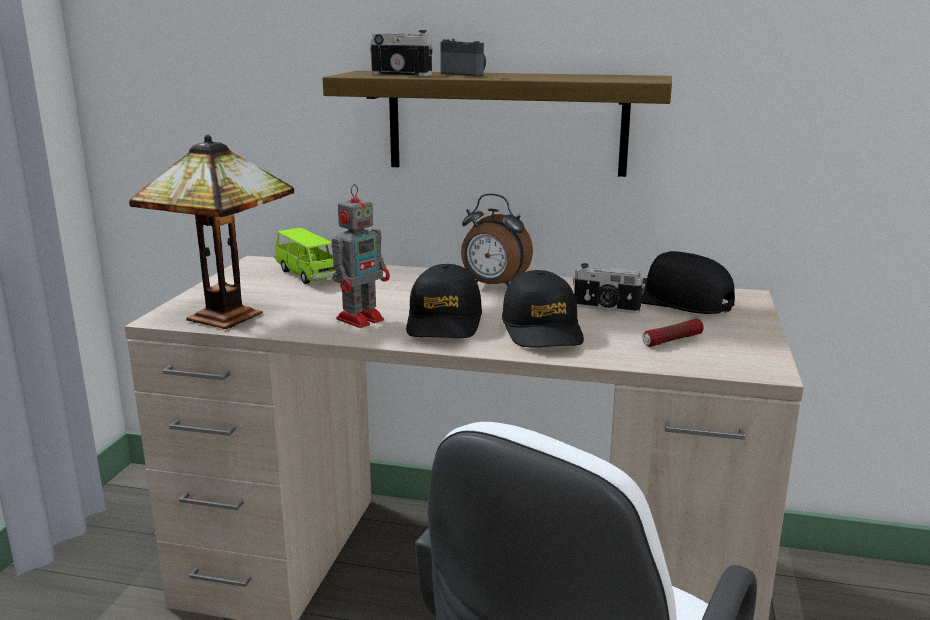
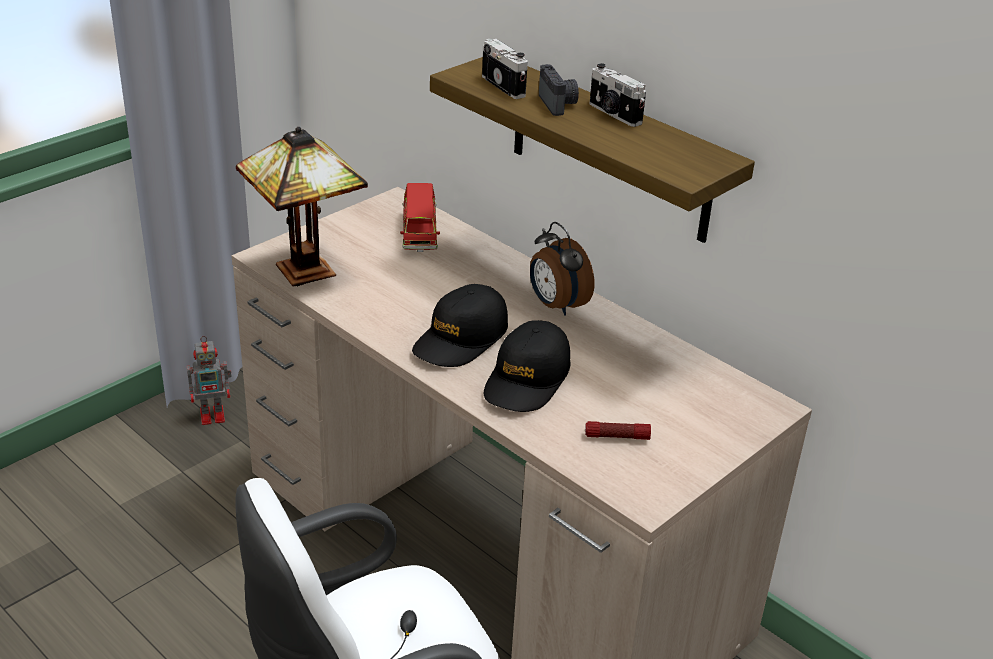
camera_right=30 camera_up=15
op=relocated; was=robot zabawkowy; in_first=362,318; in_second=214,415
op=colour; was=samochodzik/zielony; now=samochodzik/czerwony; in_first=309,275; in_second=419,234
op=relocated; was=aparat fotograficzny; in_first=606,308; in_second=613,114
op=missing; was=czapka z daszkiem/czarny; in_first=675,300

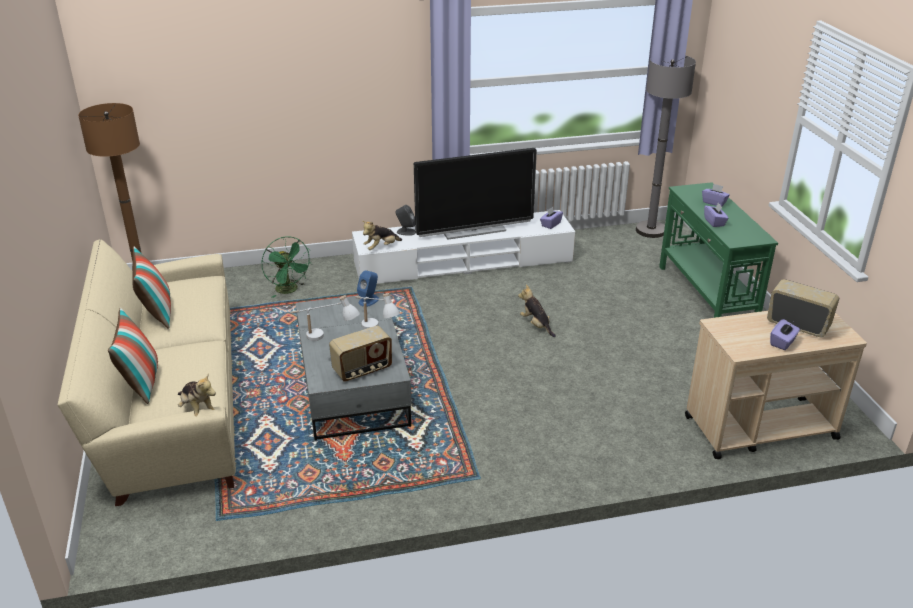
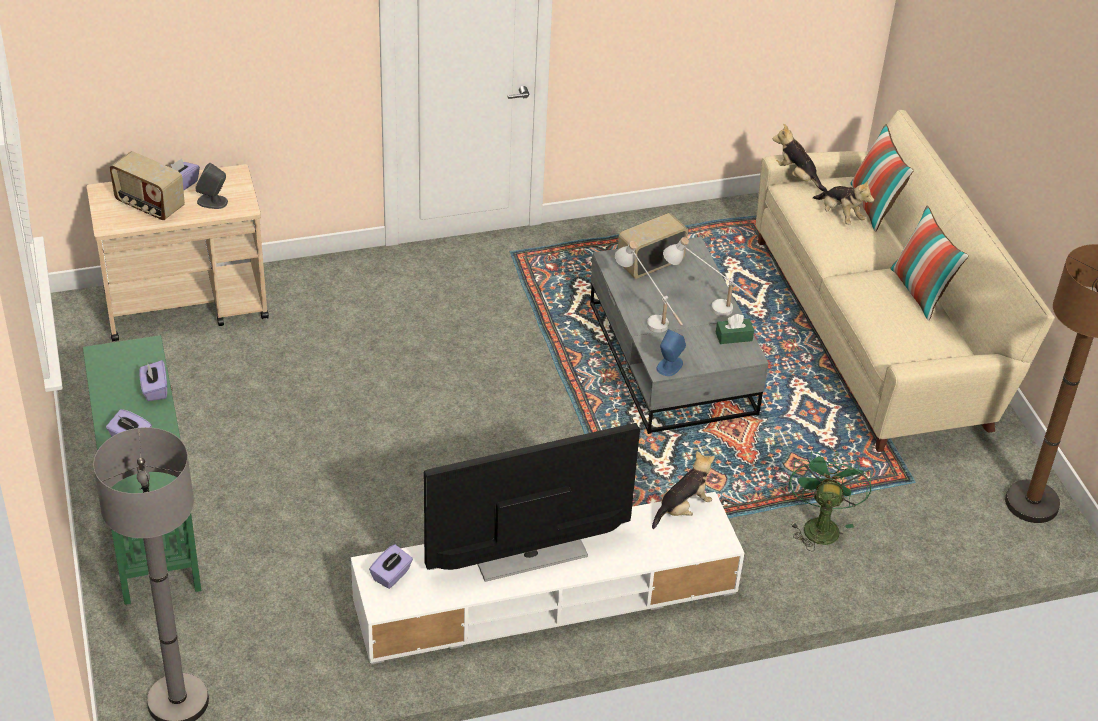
camera_right=175 camera_up=10
op=relocated; was=głośnik/szary; in_first=406,232; in_second=213,202
op=appeared; now=pudełko chusteczek/zielony; in_second=734,336
op=spun; was=wentylator/zielony; in_first=289,290; in_second=820,525; clockwise=45
op=relocated; was=pluszak; in_first=536,325; in_second=840,215

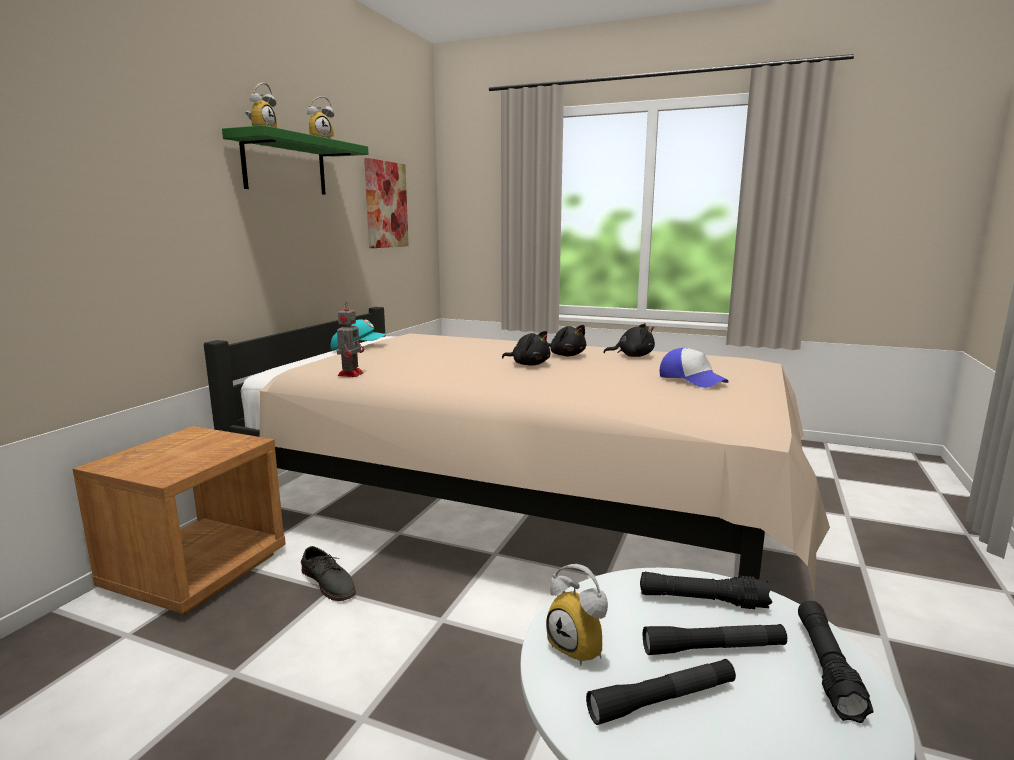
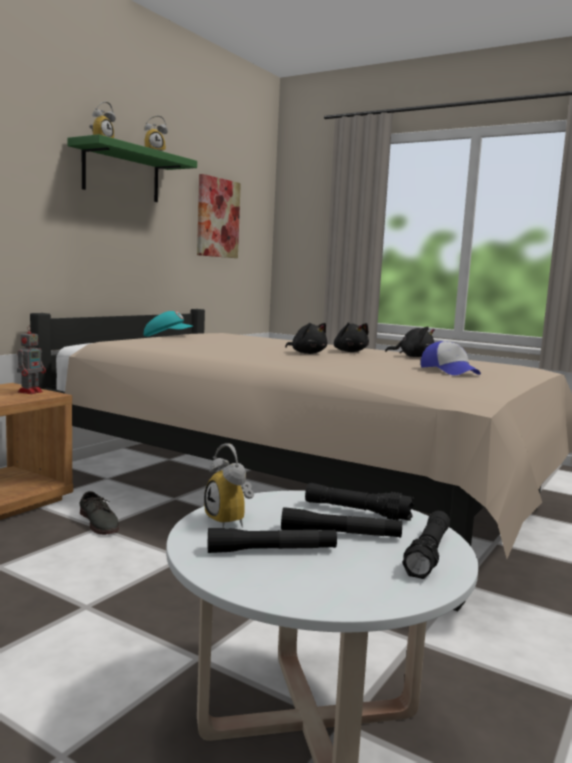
camera_right=10 camera_up=-5
op=relocated; was=robot zabawkowy; in_first=351,374; in_second=31,391

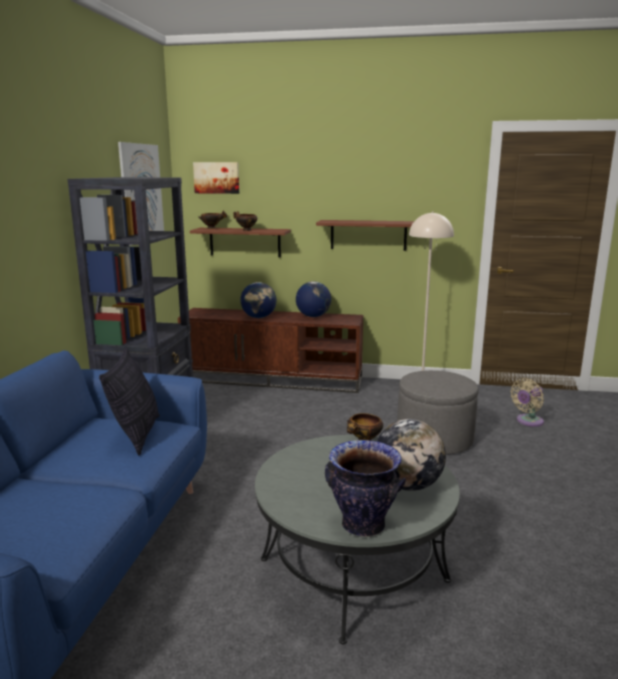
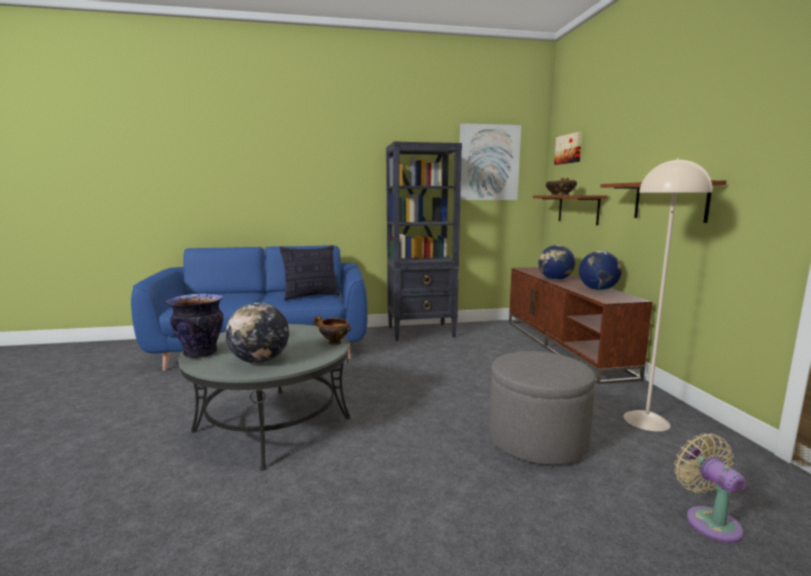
camera_right=70 camera_up=-5
op=spun; was=wentylator/beżowy; in_first=528,421; in_second=709,520; clockwise=45

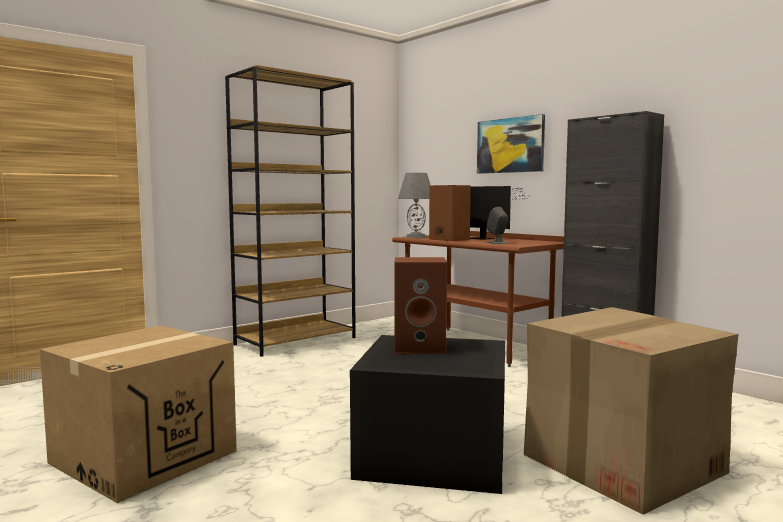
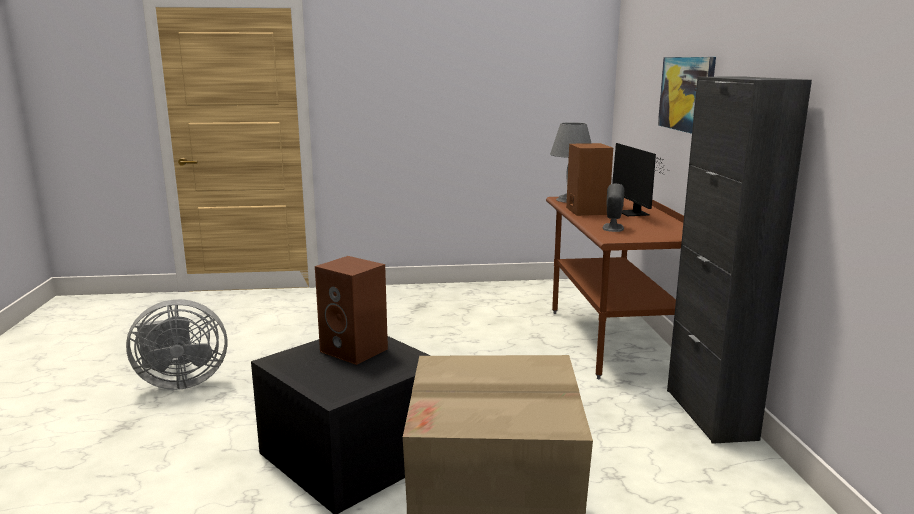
camera_right=35 camera_up=10
op=exchanged; was=karton; now=wentylator/szary; in_first=144,456; in_second=180,382
op=missing; was=regał/brązowy; in_first=296,341

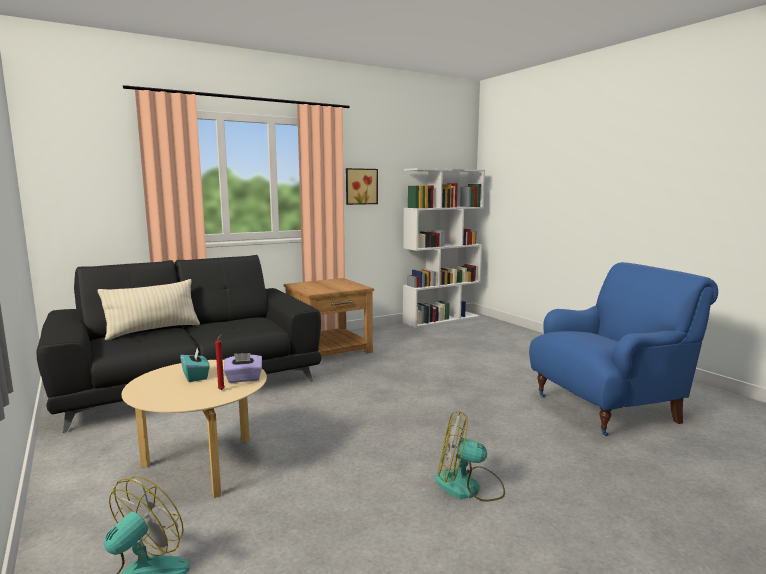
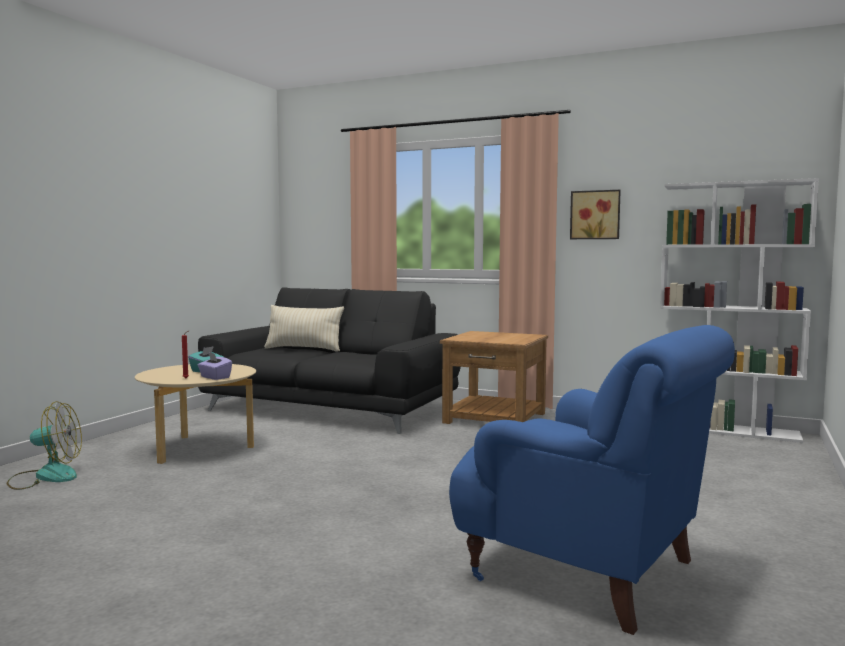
camera_right=55 camera_up=-5
op=missing; was=wentylator; in_first=468,487

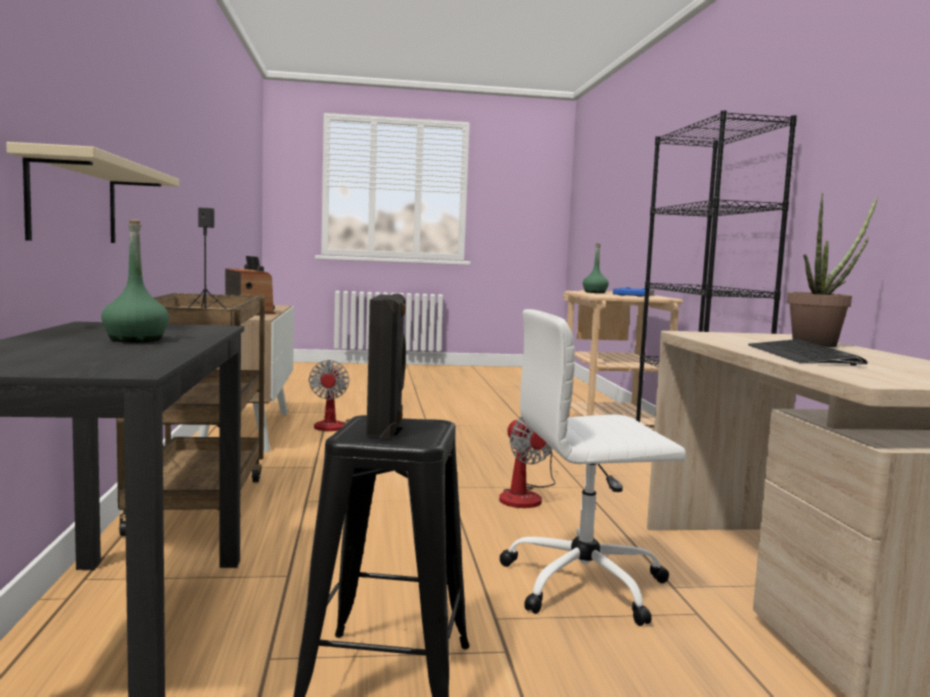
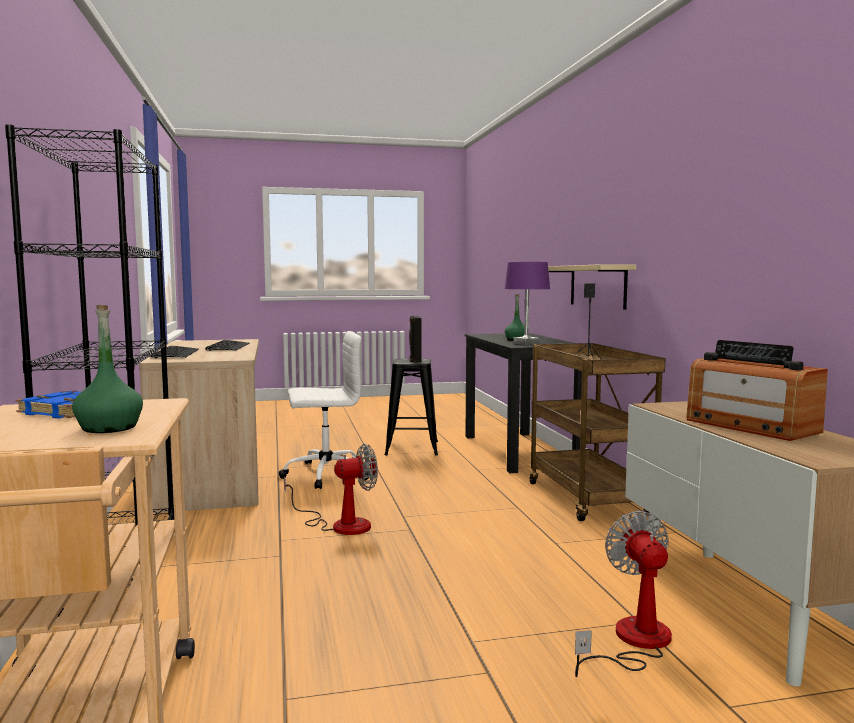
camera_right=175 camera_up=0
op=exchanged; was=roślina doniczkowa; now=klawiatura; in_first=821,344; in_second=175,354
op=spun; was=wentylator; in_first=525,496; in_second=340,525; clockwise=105
op=appeared; now=lampa stołowa/fioletowy; in_second=526,344

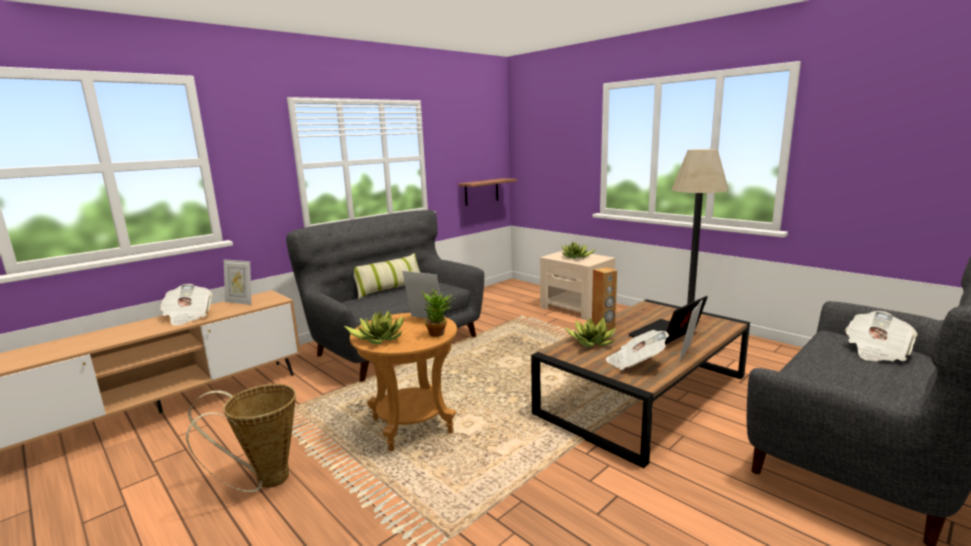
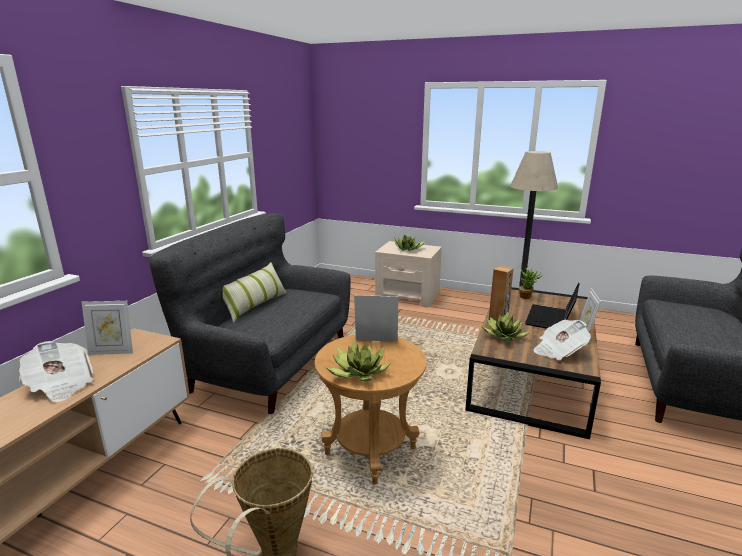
camera_right=-25 camera_up=5
op=relocated; was=roślina doniczkowa; in_first=439,334; in_second=527,296
op=missing; was=półka; in_first=481,192
op=missing; was=gazeta; in_first=876,351

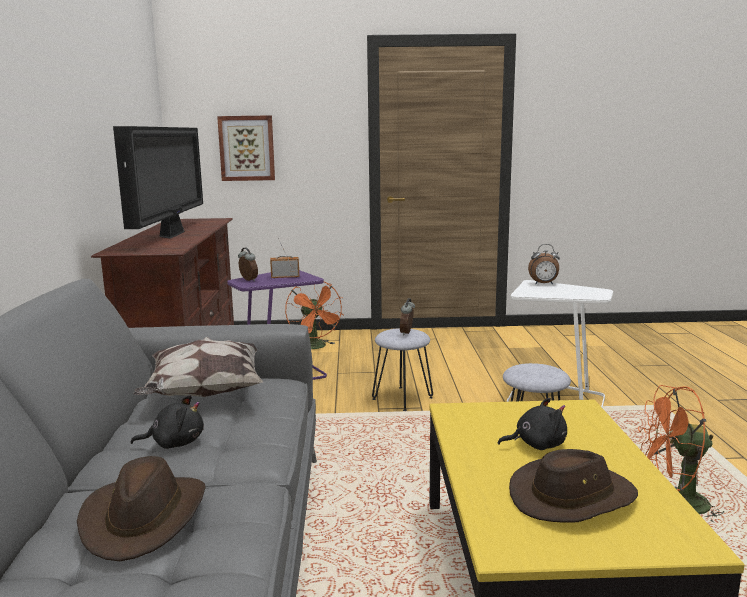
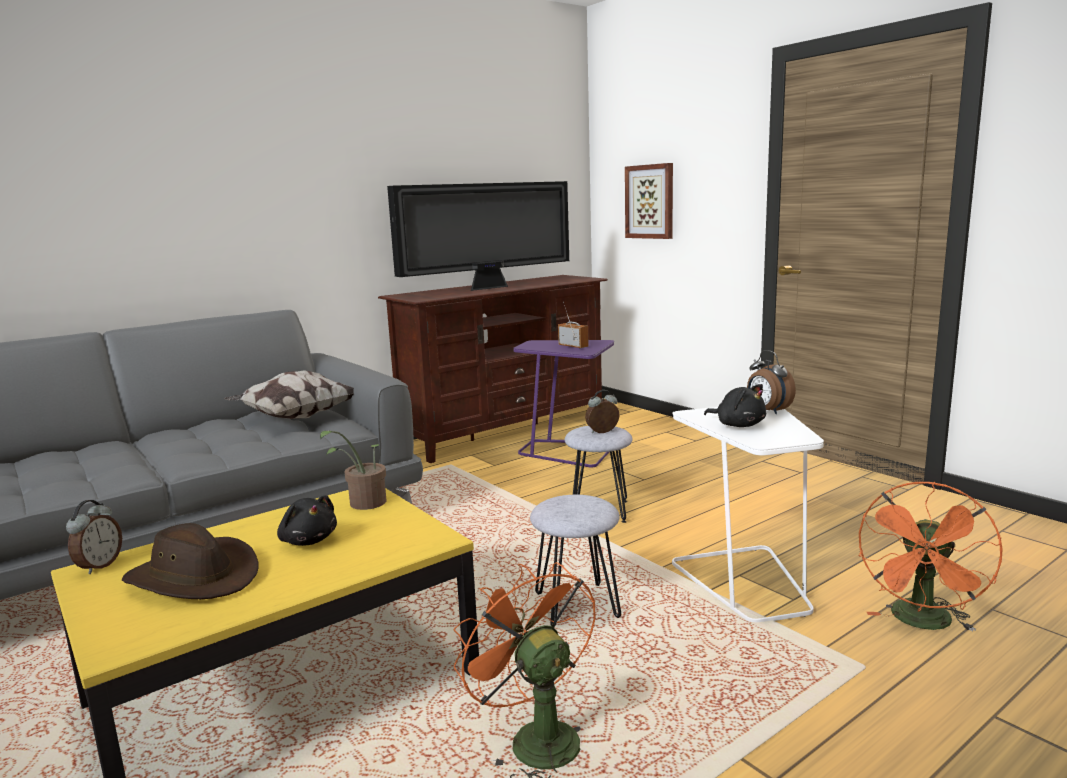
camera_right=55 camera_up=0
op=relocated; was=budzik; in_first=248,280; in_second=99,566
op=appeared; now=roślina doniczkowa; in_second=363,504
op=relocated; was=pluszak/czarny; in_first=174,443; in_second=738,425
op=relocated; was=wentylator/pomarańczowy; in_first=316,347; in_second=922,623
op=missing; was=kapelusz/brązowy; in_first=144,518

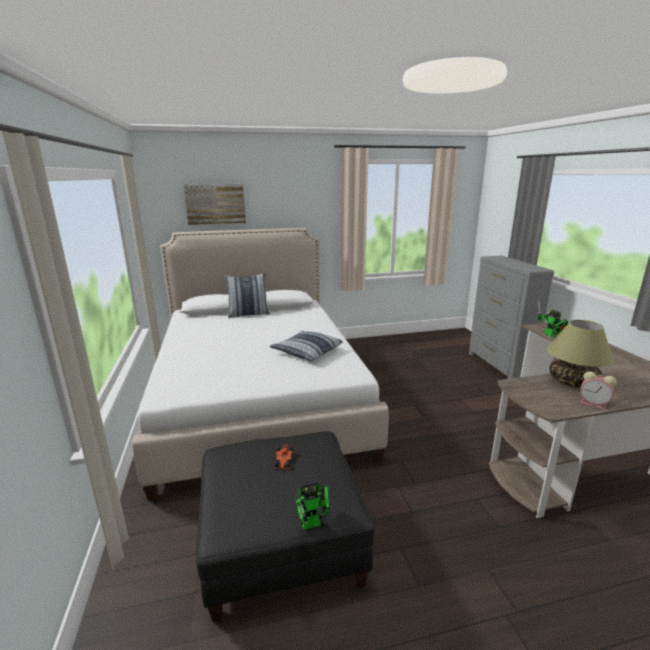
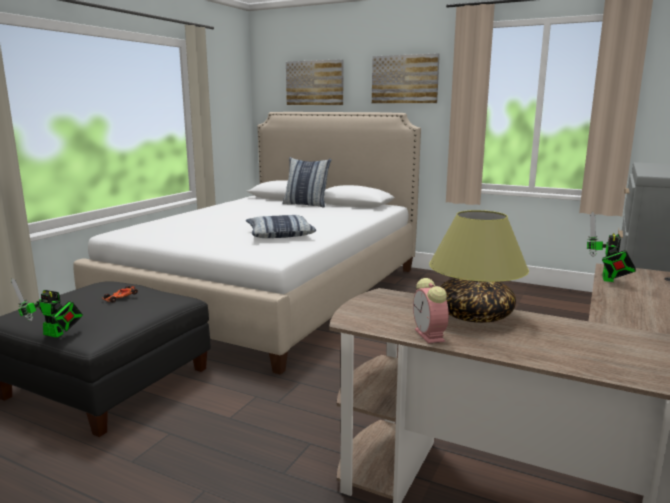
camera_right=40 camera_up=-5
op=appeared; now=obraz; in_second=405,79

